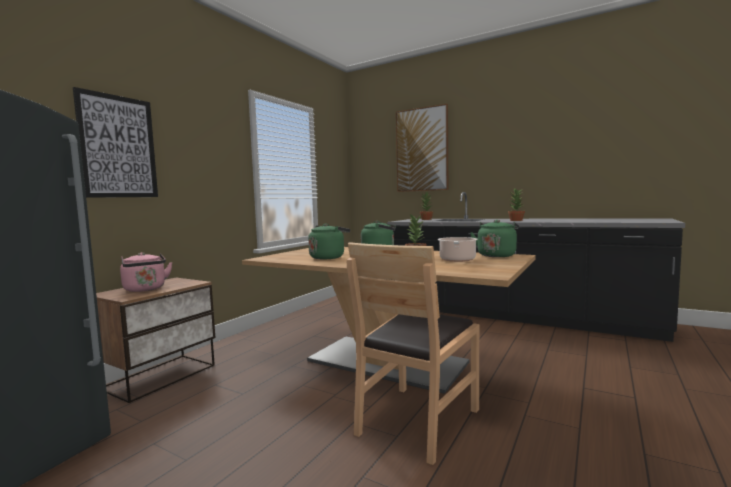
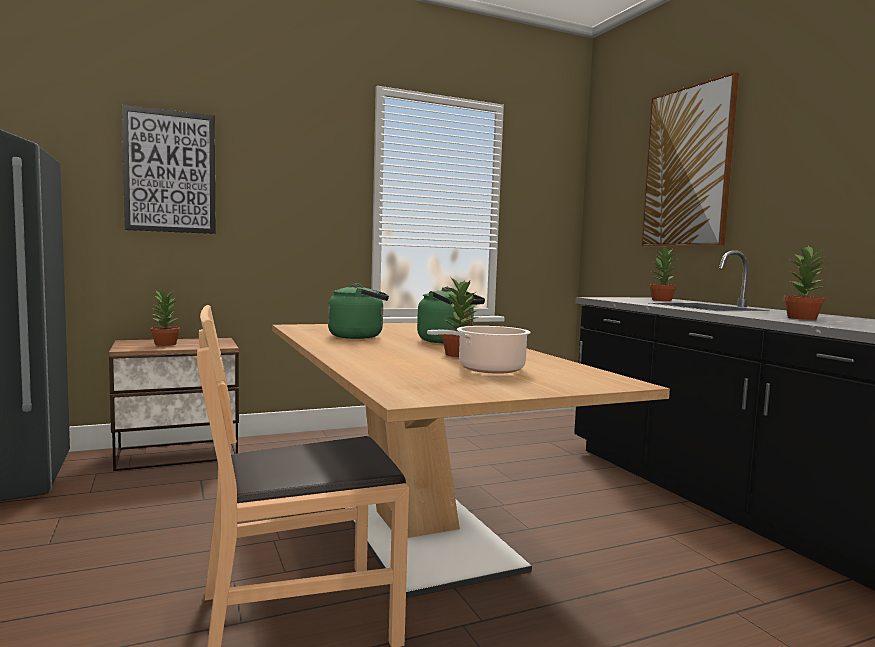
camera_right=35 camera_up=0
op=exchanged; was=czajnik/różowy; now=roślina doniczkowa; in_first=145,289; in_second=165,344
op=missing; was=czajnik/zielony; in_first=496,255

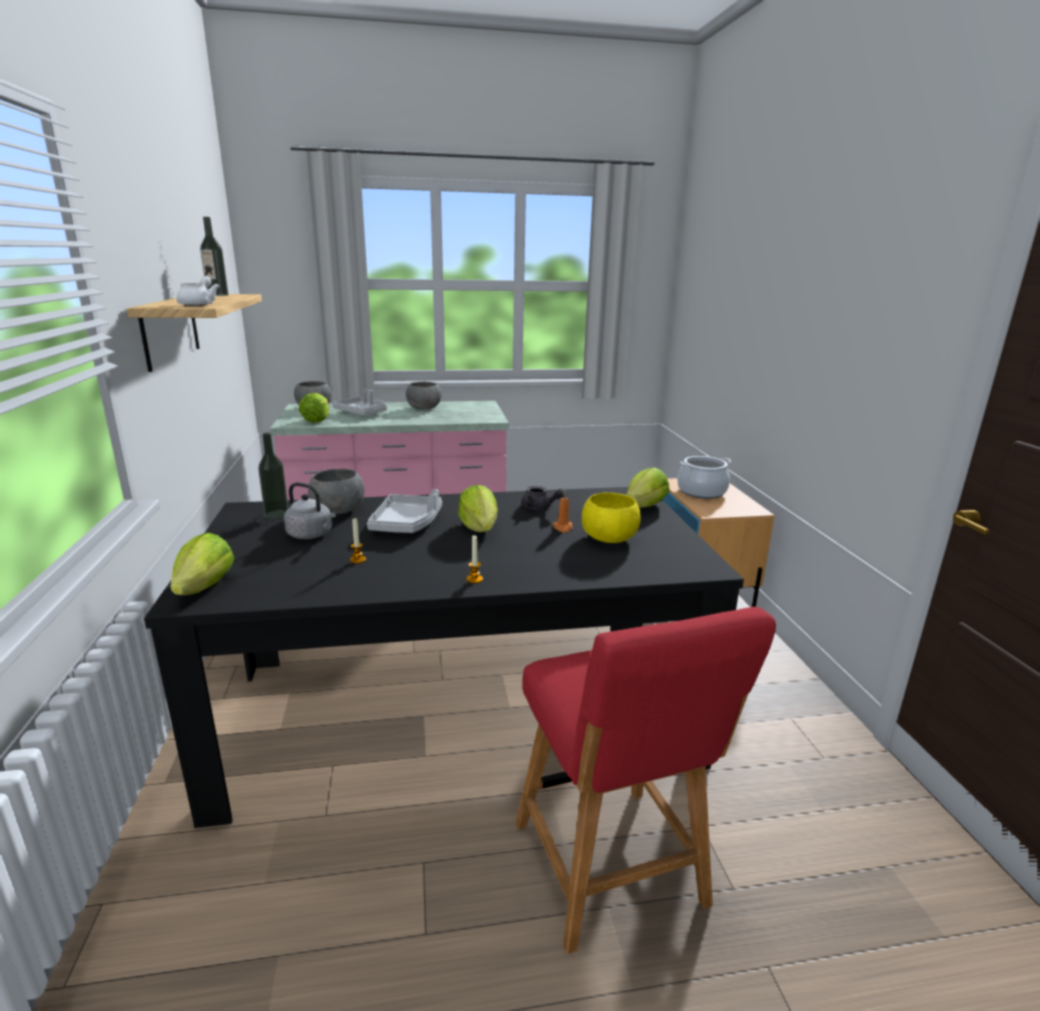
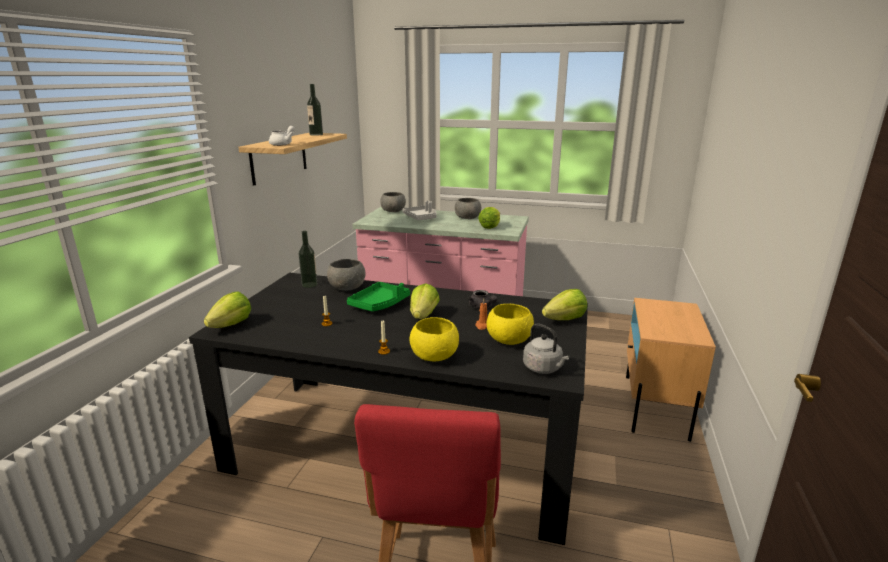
camera_right=25 camera_up=0
op=colour; was=taca/szary; now=taca/zielony; in_first=407,524; in_second=379,304
op=appeared; now=miska/żółty; in_second=434,356
op=relocated; was=sałata; in_first=317,420; in_second=490,227
op=relocated; was=czajnik/szary; in_first=312,535; in_second=544,368
op=missing; was=garnek; in_first=702,492

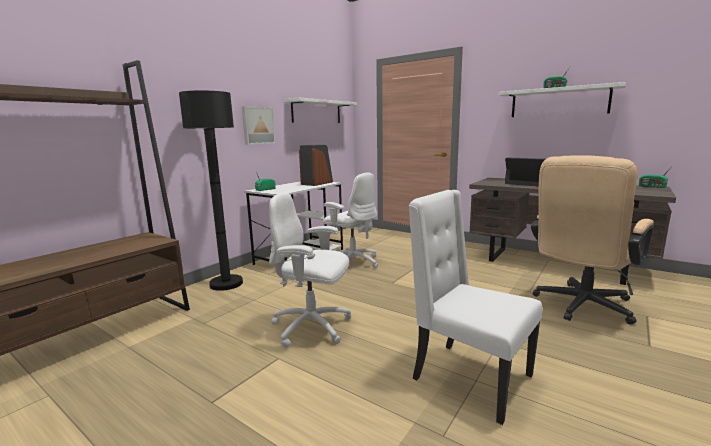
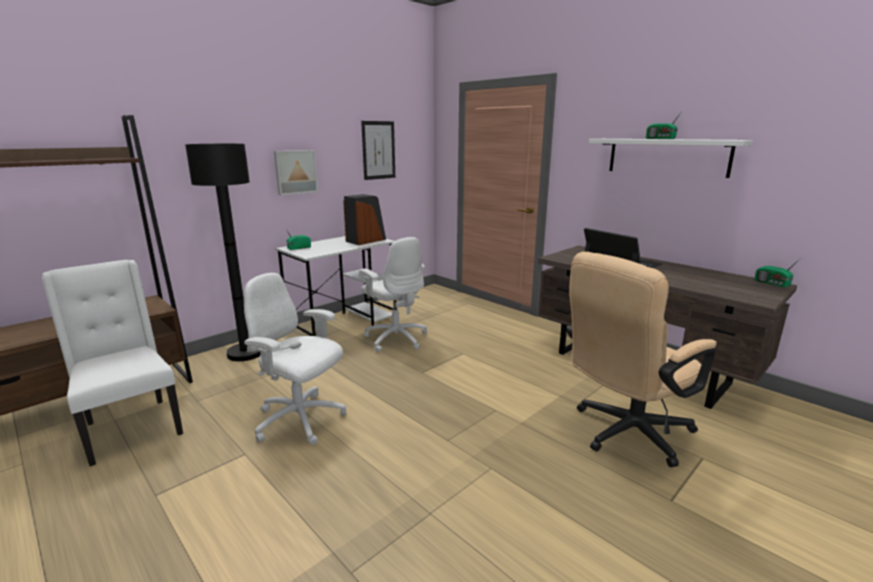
camera_right=10 camera_up=5
op=relocated; was=krzesło/biały; in_first=468,378; in_second=131,428
op=exchanged; was=półka/biały; now=obraz; in_first=316,112; in_second=378,150

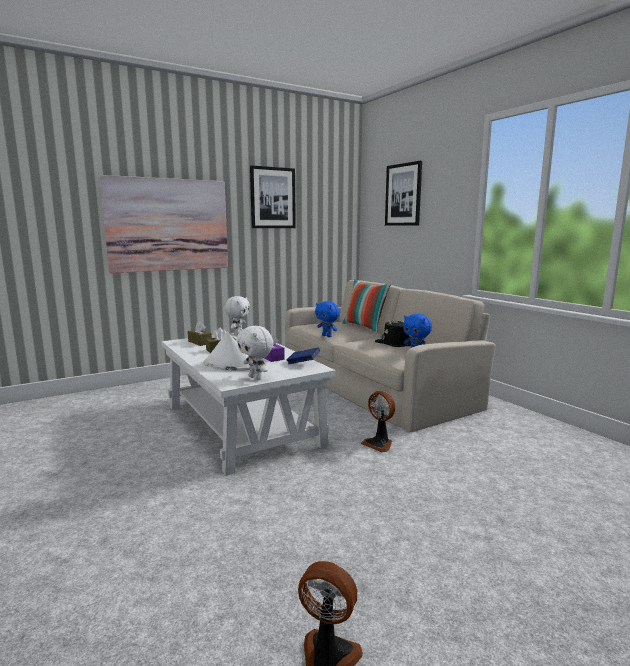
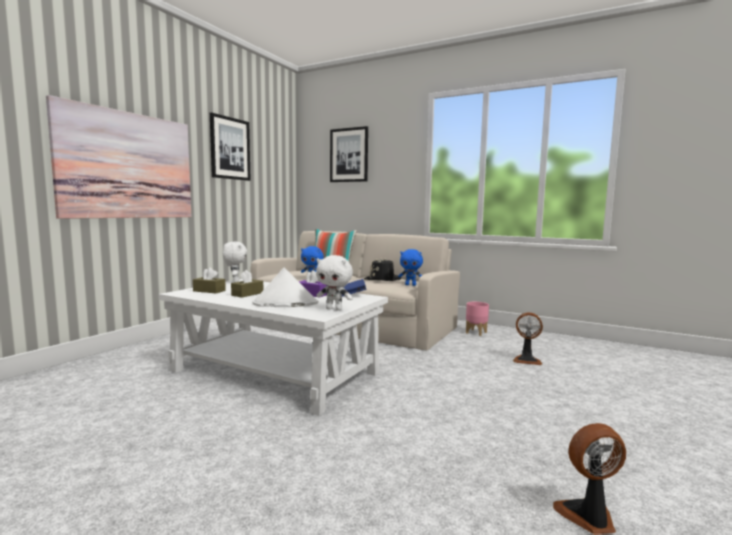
camera_right=-30 camera_up=-5
op=appeared; now=donica/różowy; in_second=476,332
op=relocated; was=wentylator; in_first=379,444; in_second=526,360

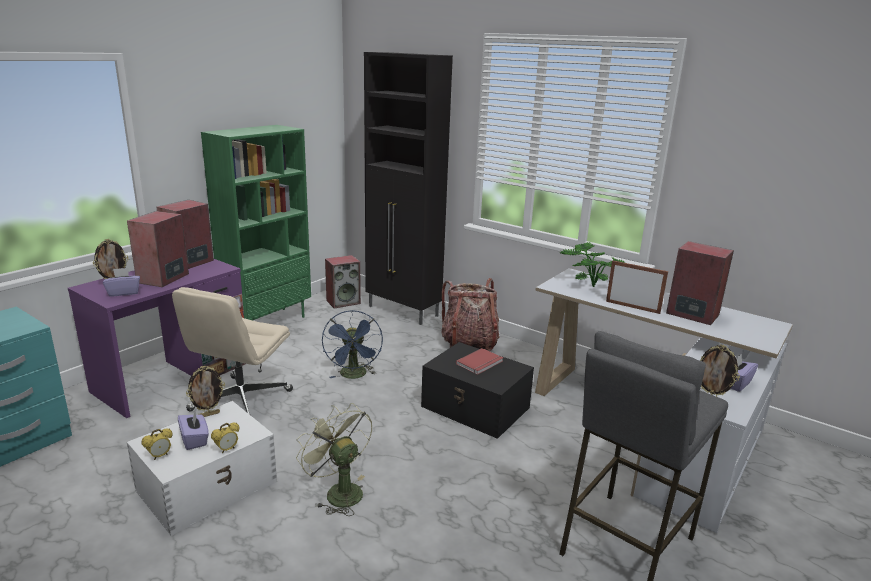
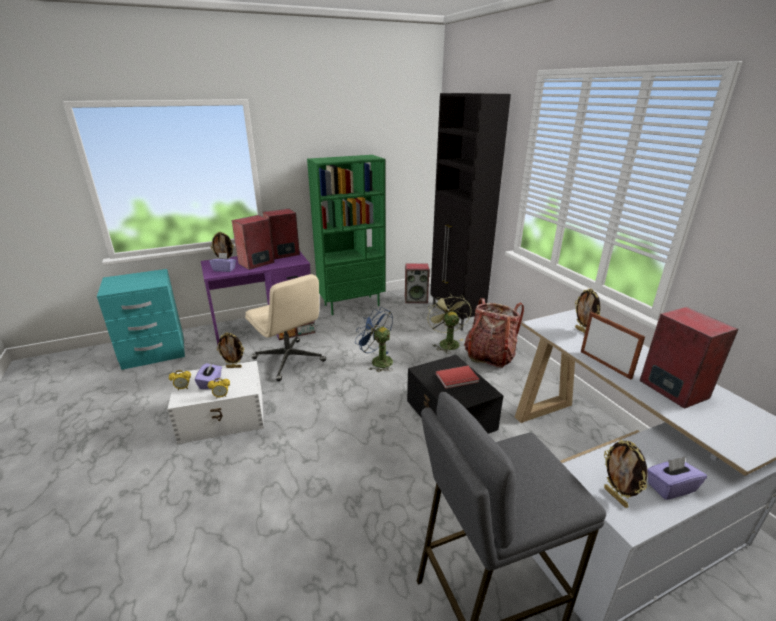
camera_right=30 camera_up=5
op=spun; was=krzesło biurowe/beżowy; in_first=241,401; in_second=289,360; clockwise=-90
op=spun; was=wentylator/niebieski; in_first=354,376; in_second=377,361; clockwise=105
op=relocated; was=wentylator/zielony; in_first=338,491; in_second=446,342
op=exchanged; was=roślina doniczkowa; now=ramka na zdjęcie; in_first=591,285; in_second=582,331

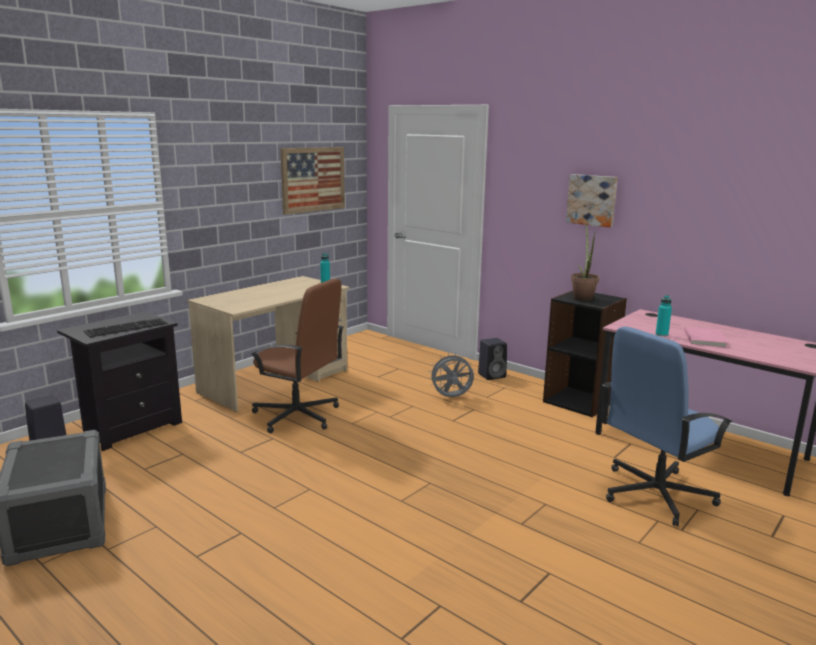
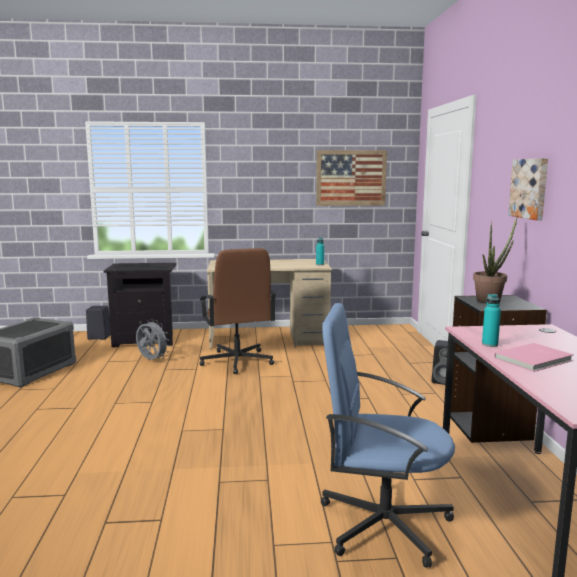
camera_right=45 camera_up=-5
op=relocated; was=wentylator/szary; in_first=451,398; in_second=151,360

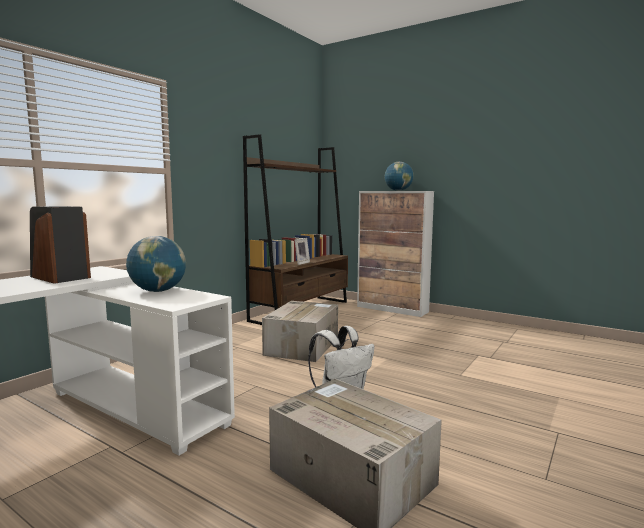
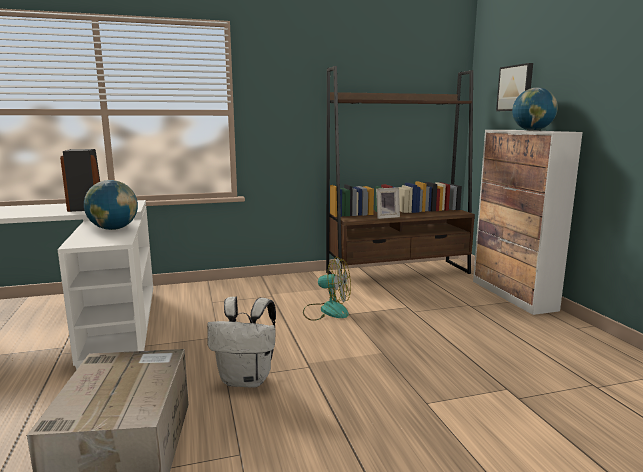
camera_right=40 camera_up=5
op=exchanged; was=karton; now=wentylator; in_first=302,345; in_second=327,311
op=appeared; now=obraz; in_second=516,88

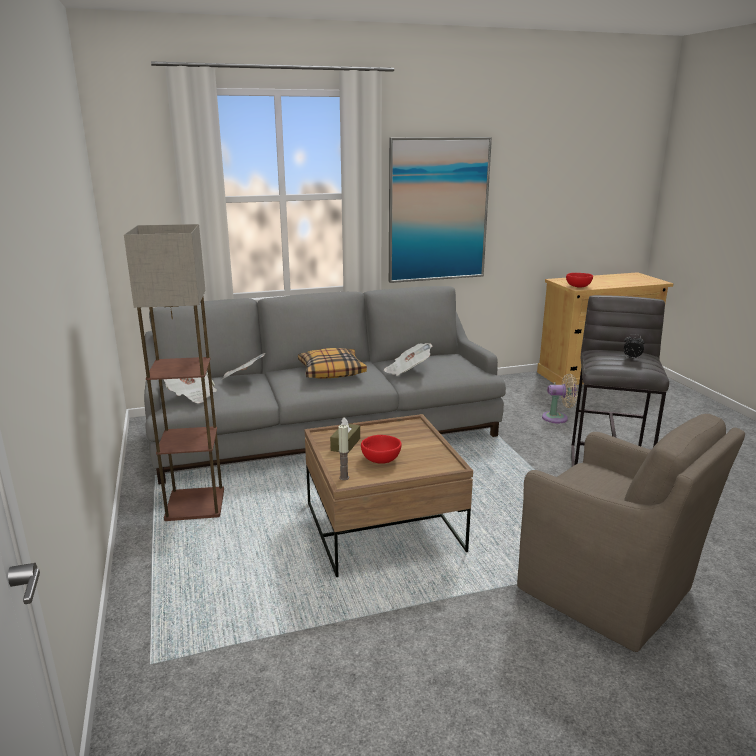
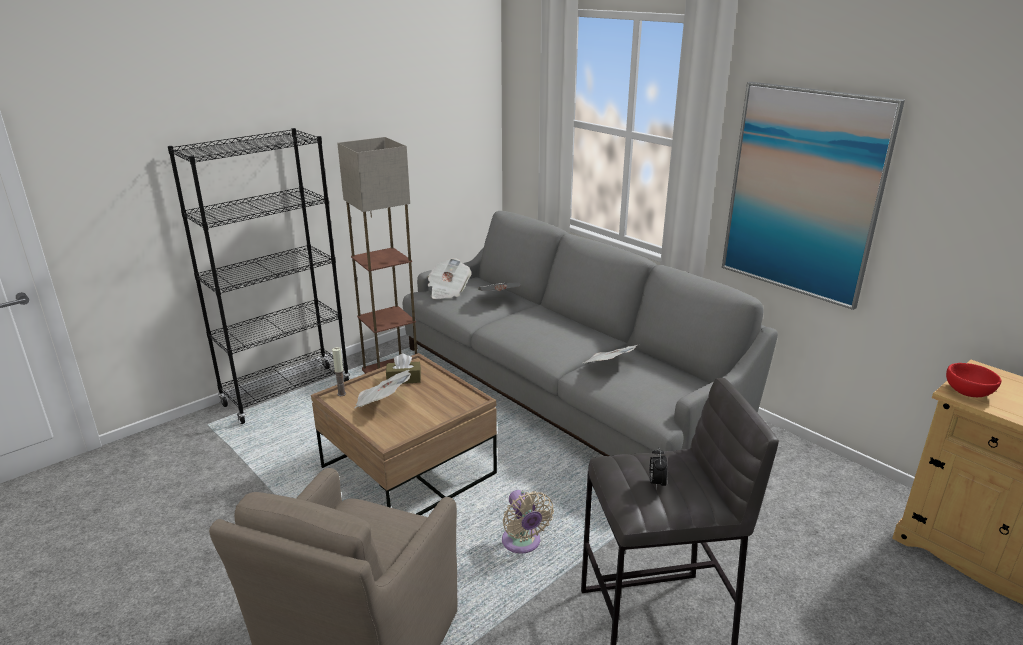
camera_right=65 camera_up=5
op=appeared; now=regał/czarny; in_second=287,394
op=exchanged; was=miska/czerwony; now=gazeta; in_first=381,460; in_second=382,402
op=relocated; was=wentylator/beżowy; in_first=558,418; in_second=522,543
op=missing; was=poduszka; in_first=331,371

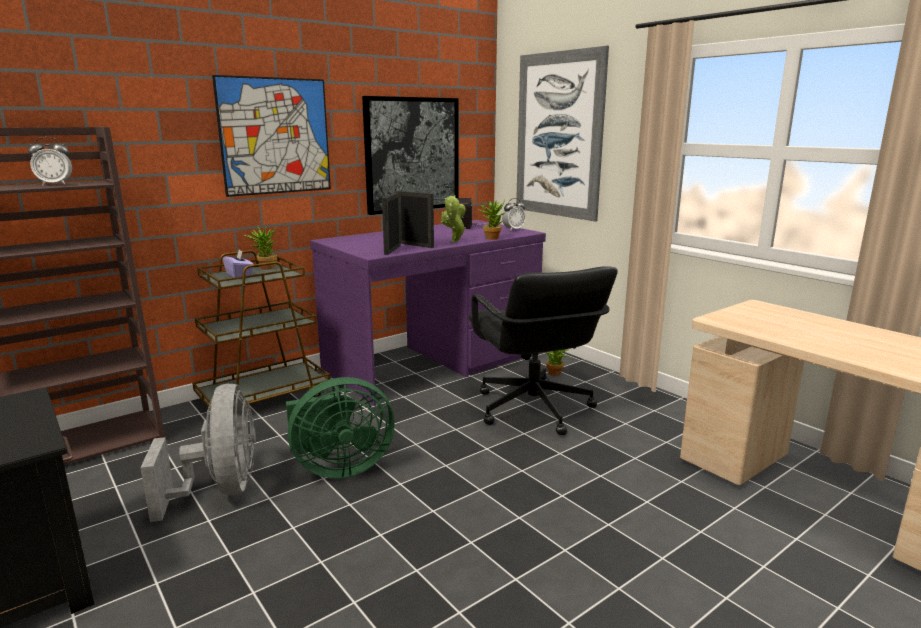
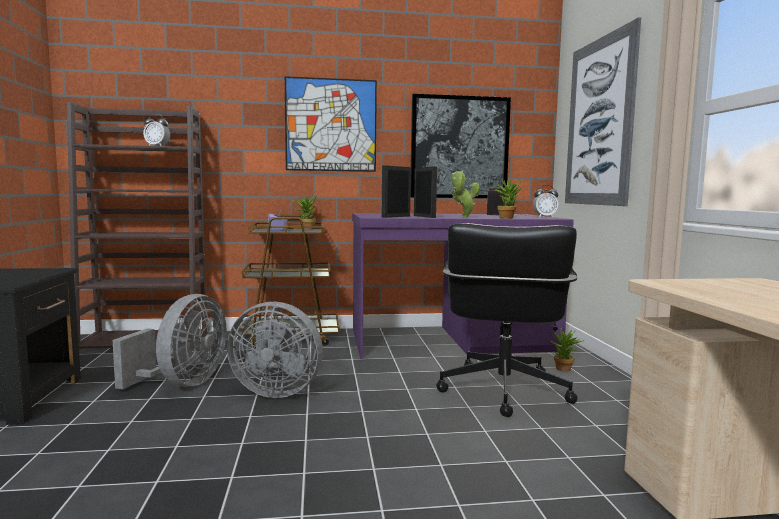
camera_right=30 camera_up=-10
op=colour; was=wentylator/zielony; now=wentylator/szary; in_first=339,468; in_second=276,391

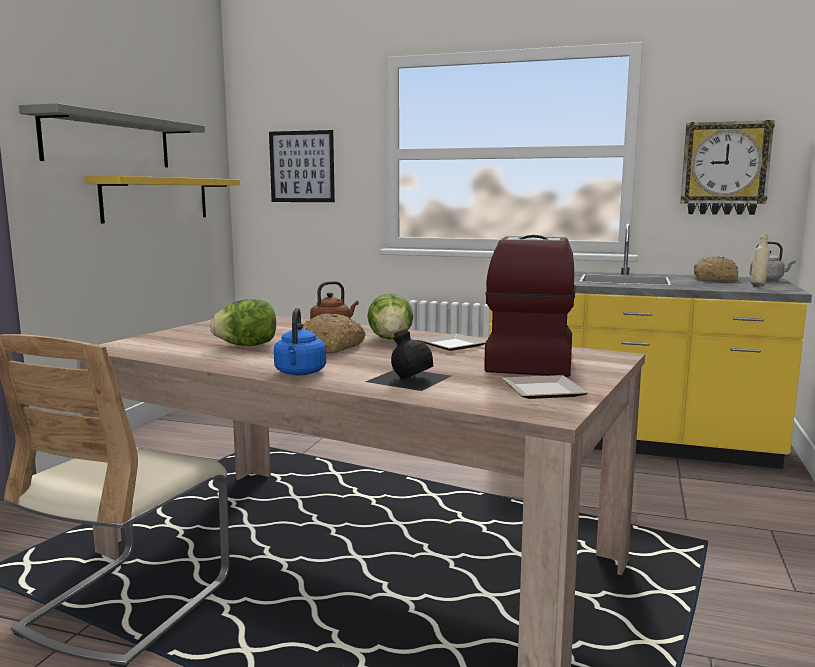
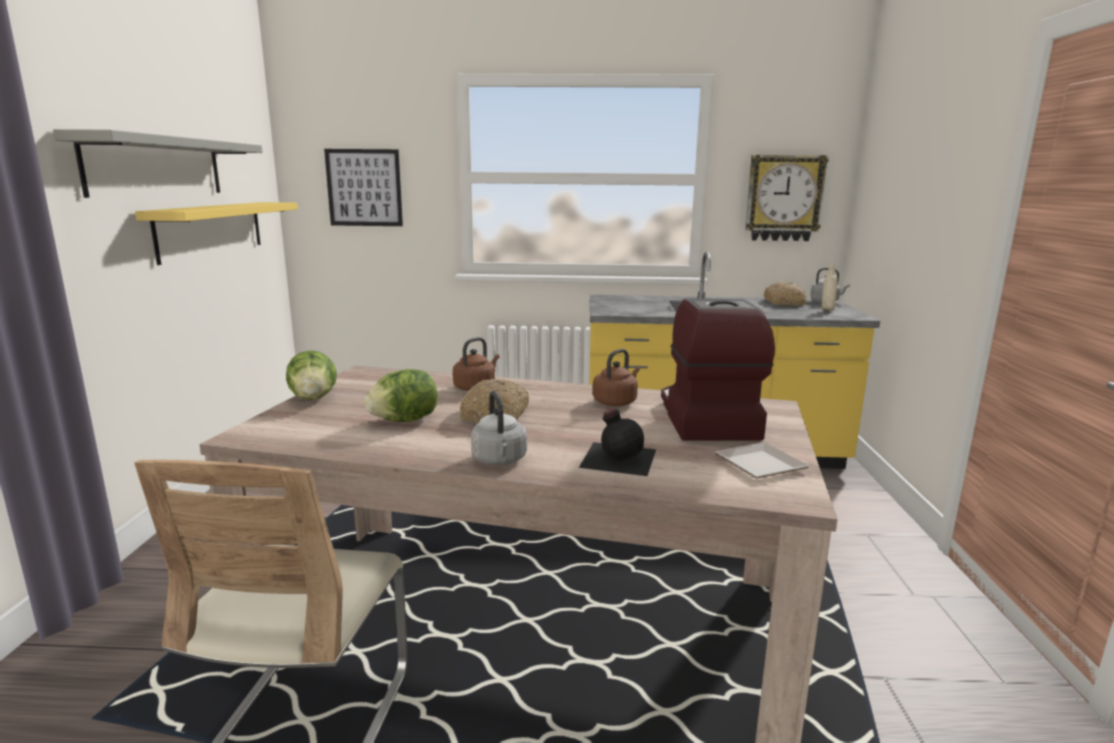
camera_right=-15 camera_up=5
op=relocated; was=sałata; in_first=390,339; in_second=313,398
op=colour; was=czajnik/niebieski; now=czajnik/szary; in_first=300,373; in_second=500,460
op=exchanged; was=talerz; now=czajnik/brązowy; in_first=453,345; in_second=616,402

